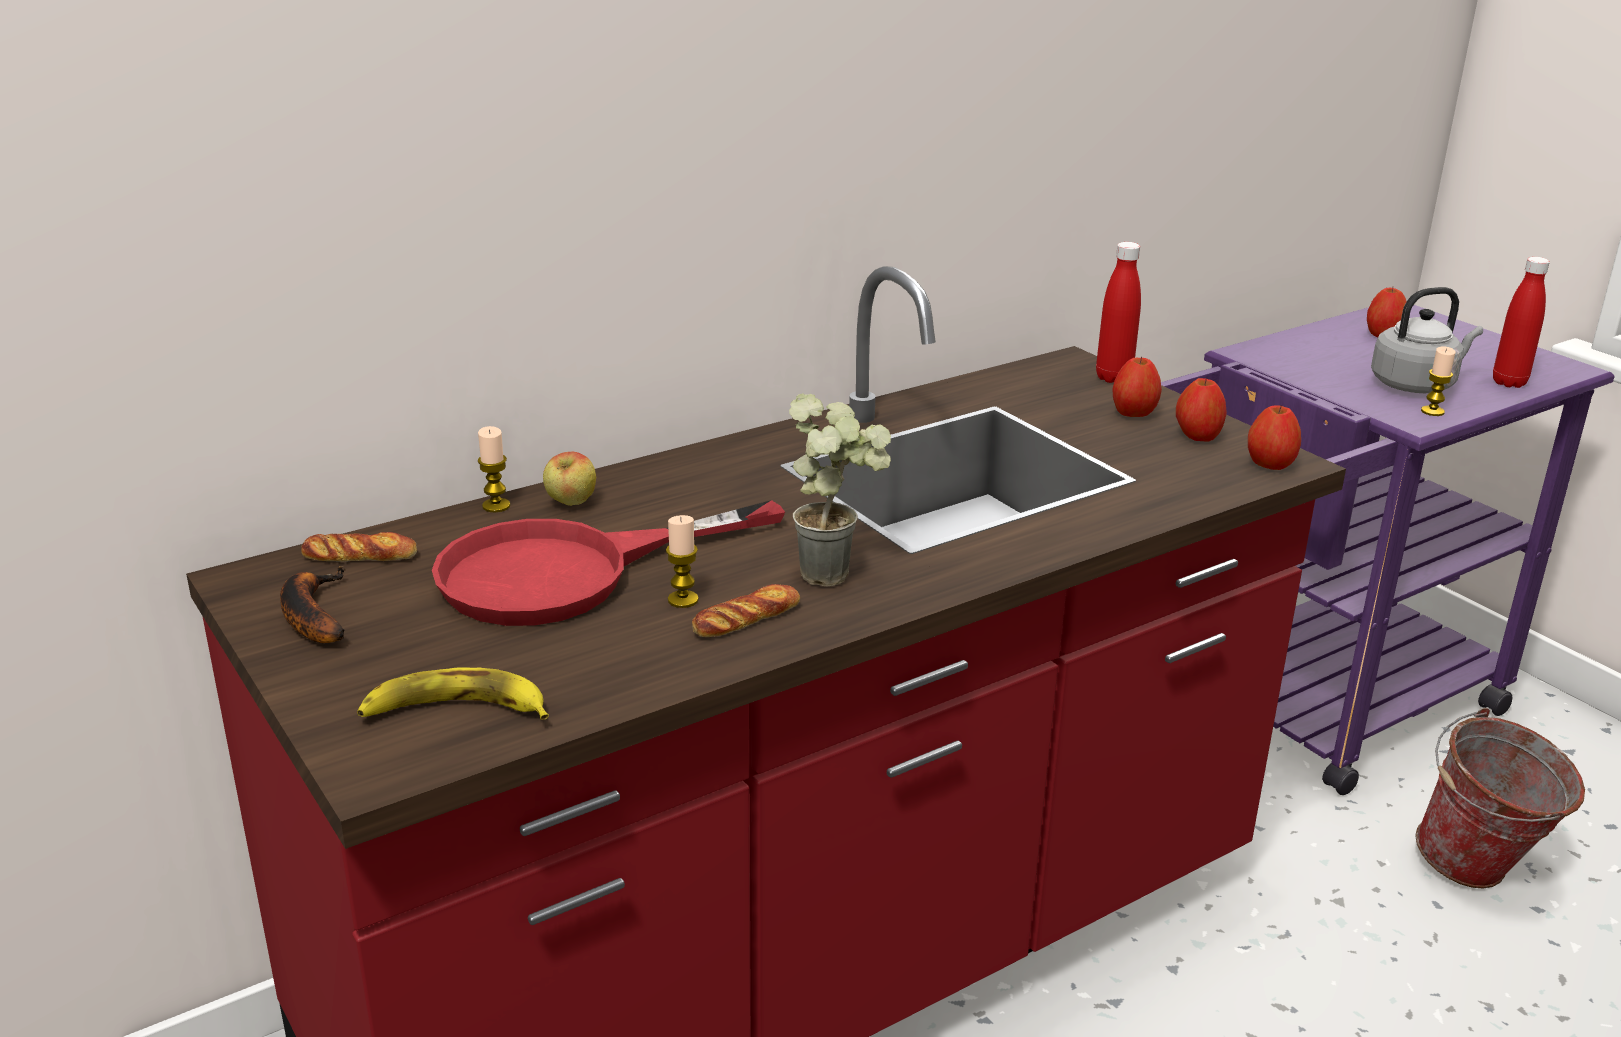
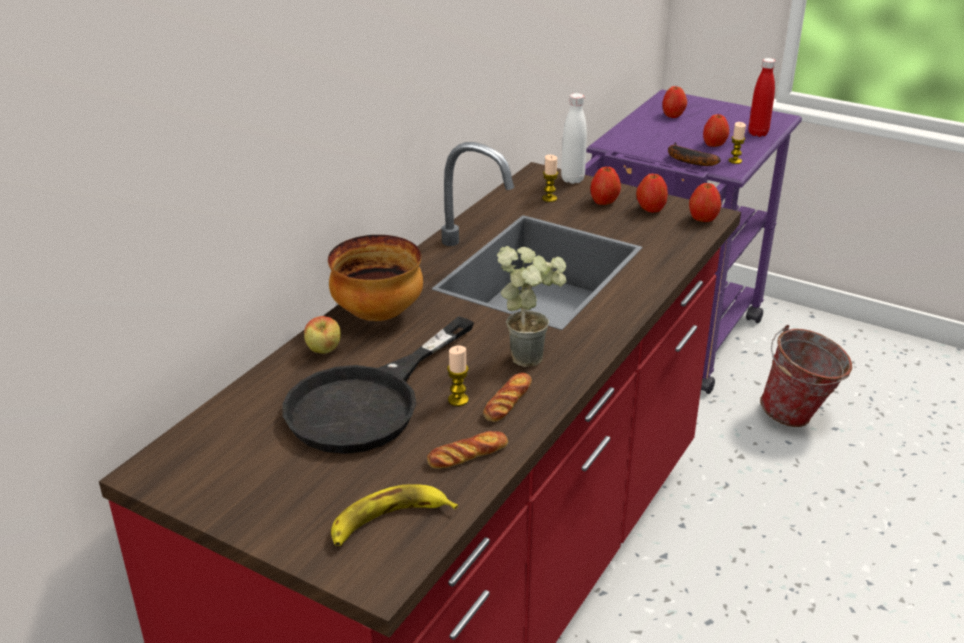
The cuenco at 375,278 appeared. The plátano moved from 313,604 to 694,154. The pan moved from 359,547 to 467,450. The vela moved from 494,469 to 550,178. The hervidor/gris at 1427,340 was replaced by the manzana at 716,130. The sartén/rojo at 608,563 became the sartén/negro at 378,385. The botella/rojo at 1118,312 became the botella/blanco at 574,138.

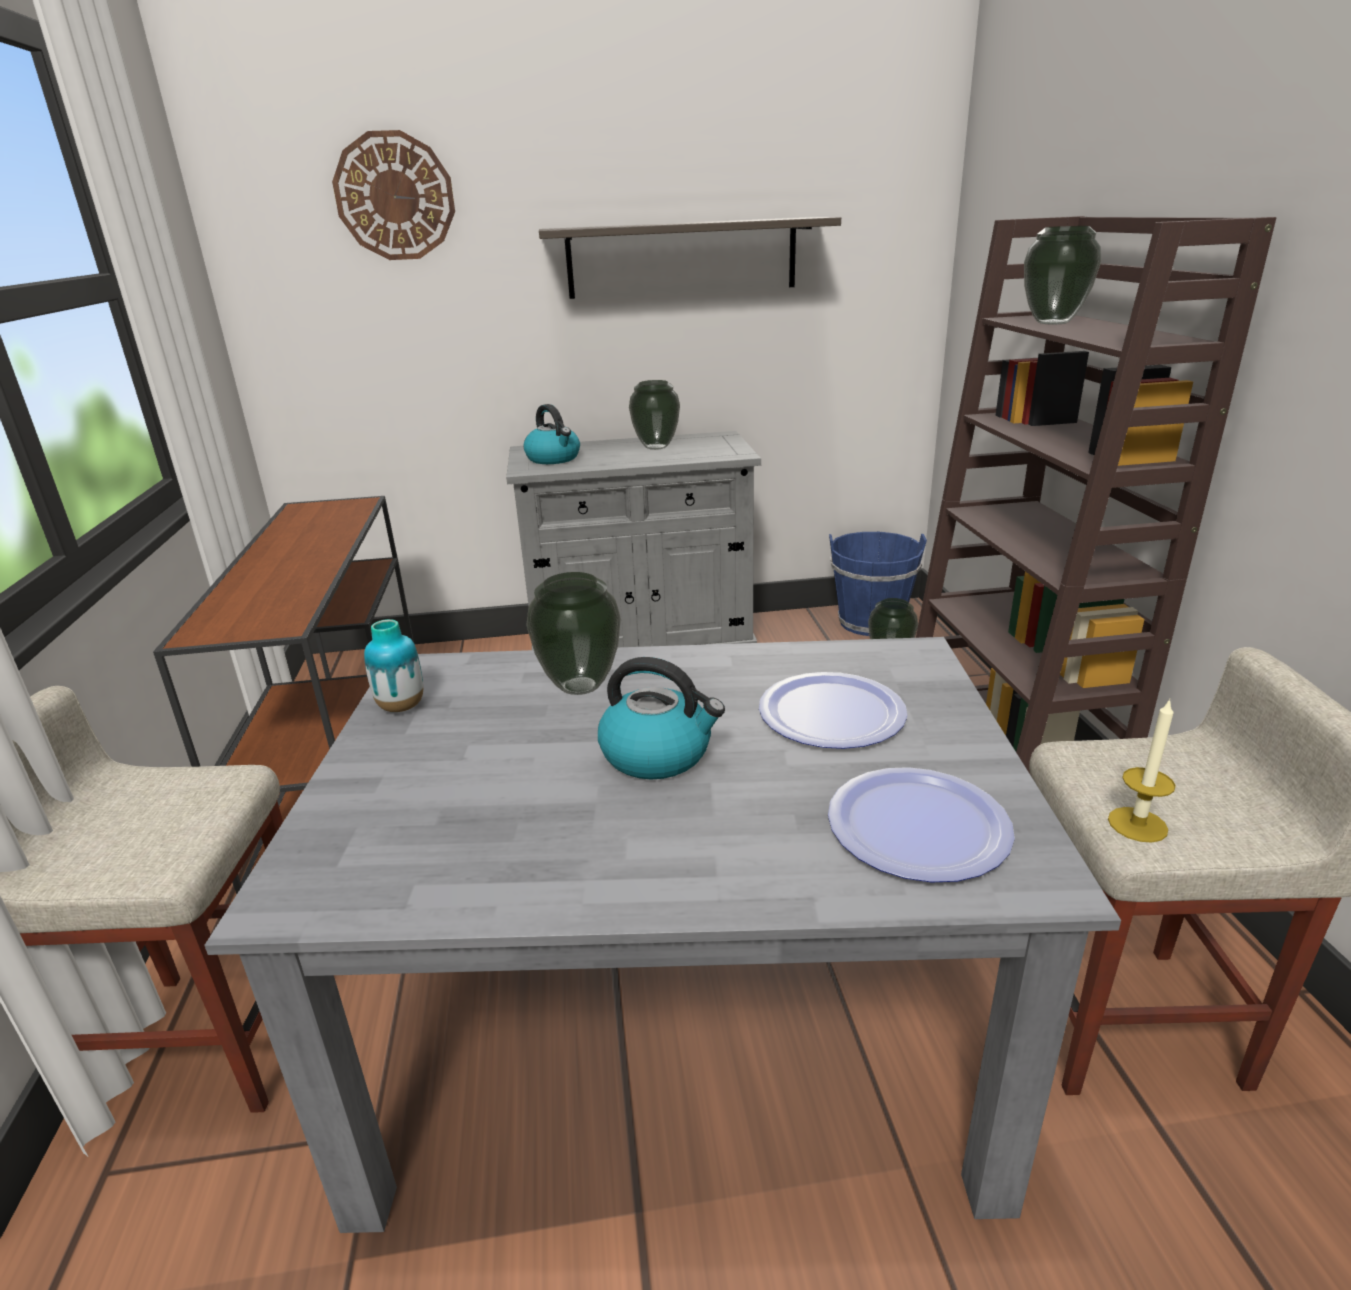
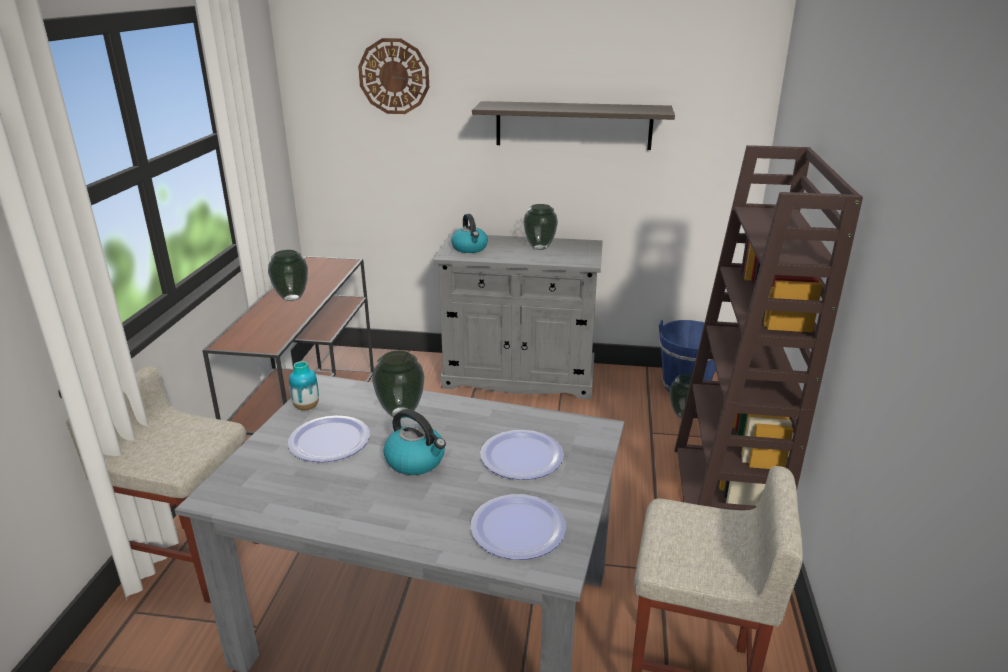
The vela at 1142,770 disappeared. The plato at 329,439 appeared. The florero moved from 1062,275 to 288,275.

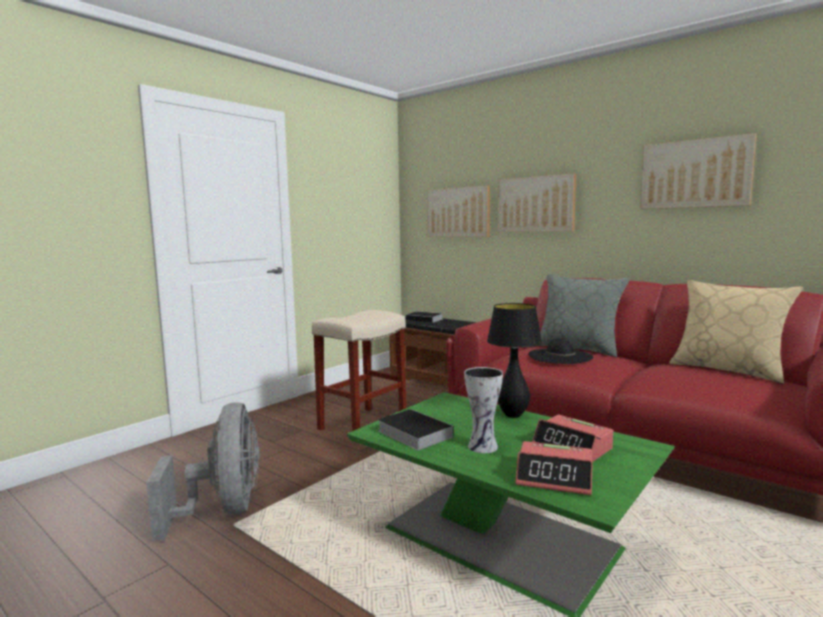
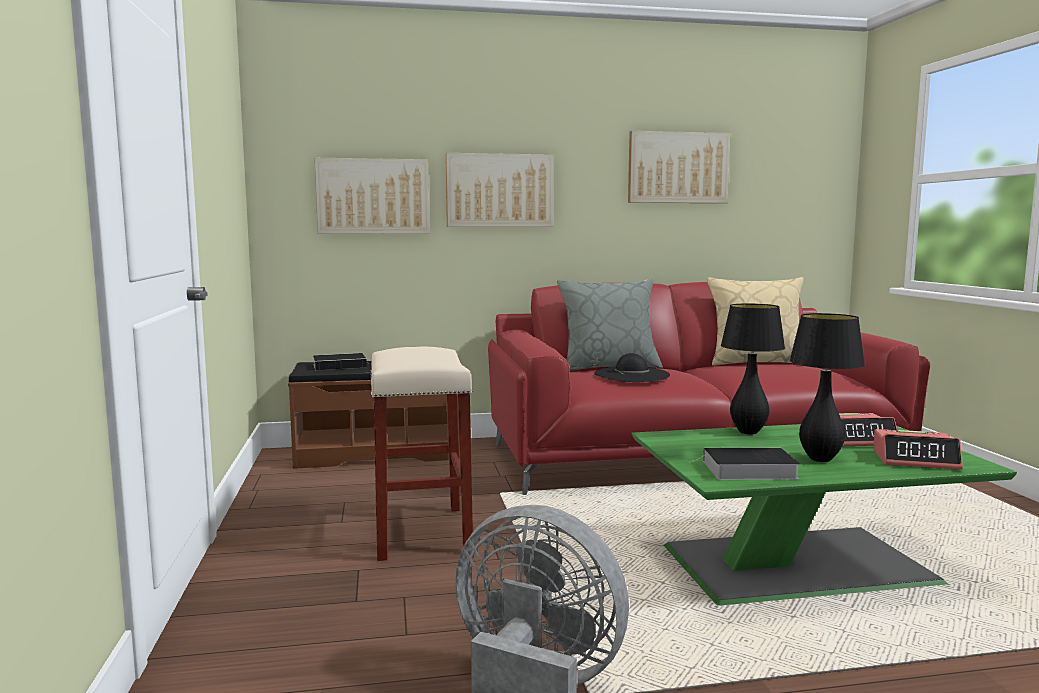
The florero at 483,410 was replaced by the lámpara de mesa/negro at 827,387. The despertador at 554,468 turned 45 degrees clockwise.

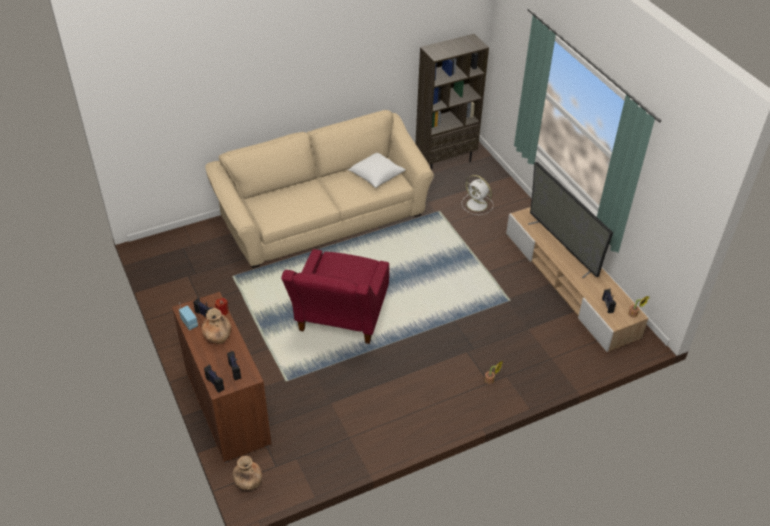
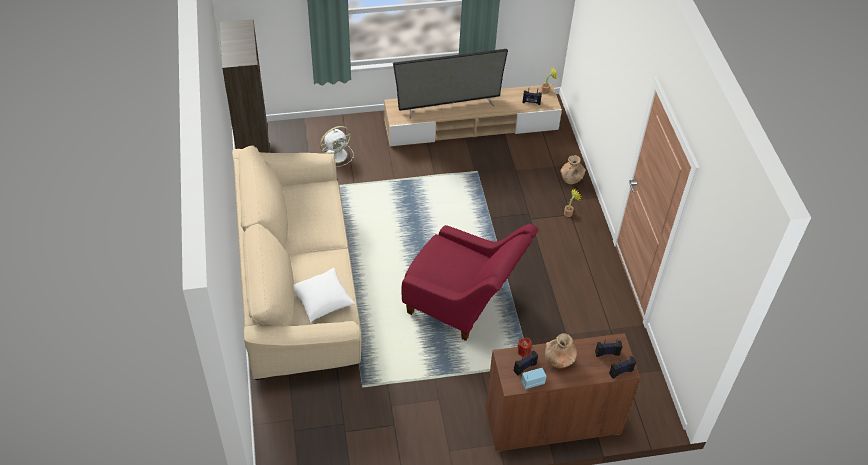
The florero/marrón moved from 247,473 to 573,169. The cojín/blanco moved from 376,170 to 324,295.

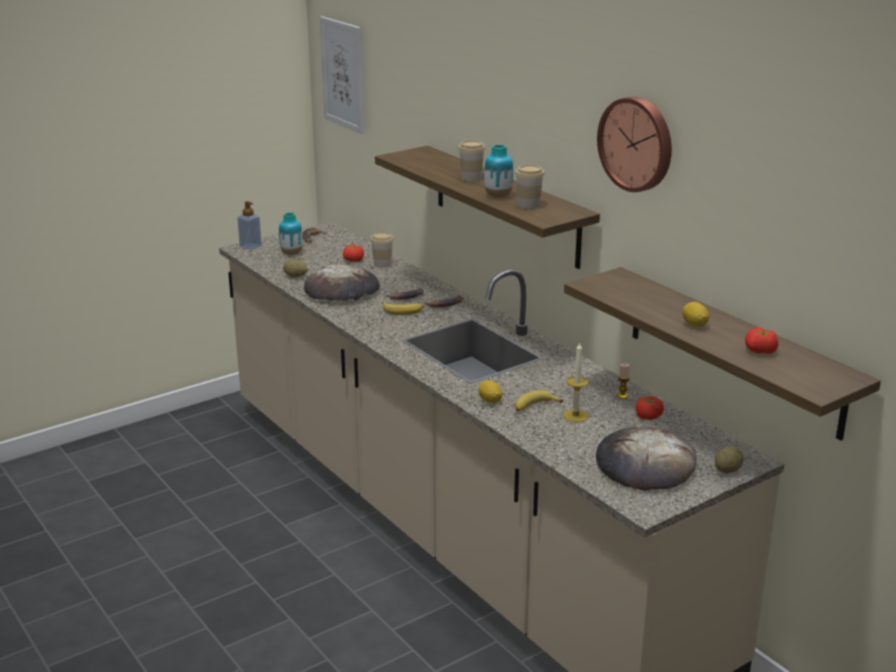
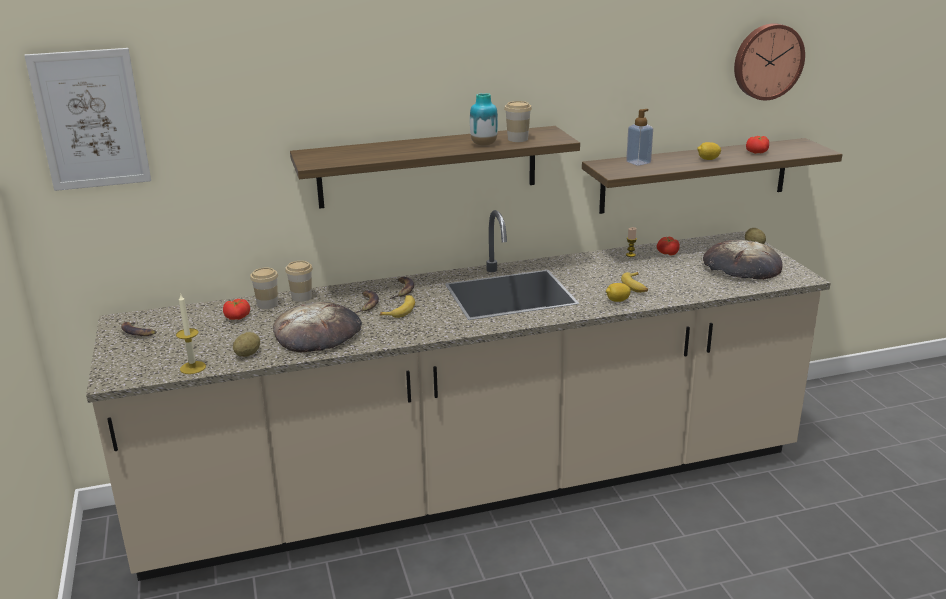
The florero at 291,233 disappeared. The dispensador de jabón moved from 249,225 to 639,137. The taza moved from 471,161 to 299,281. The vela moved from 575,382 to 191,333. The reloj de pared moved from 634,144 to 769,61.

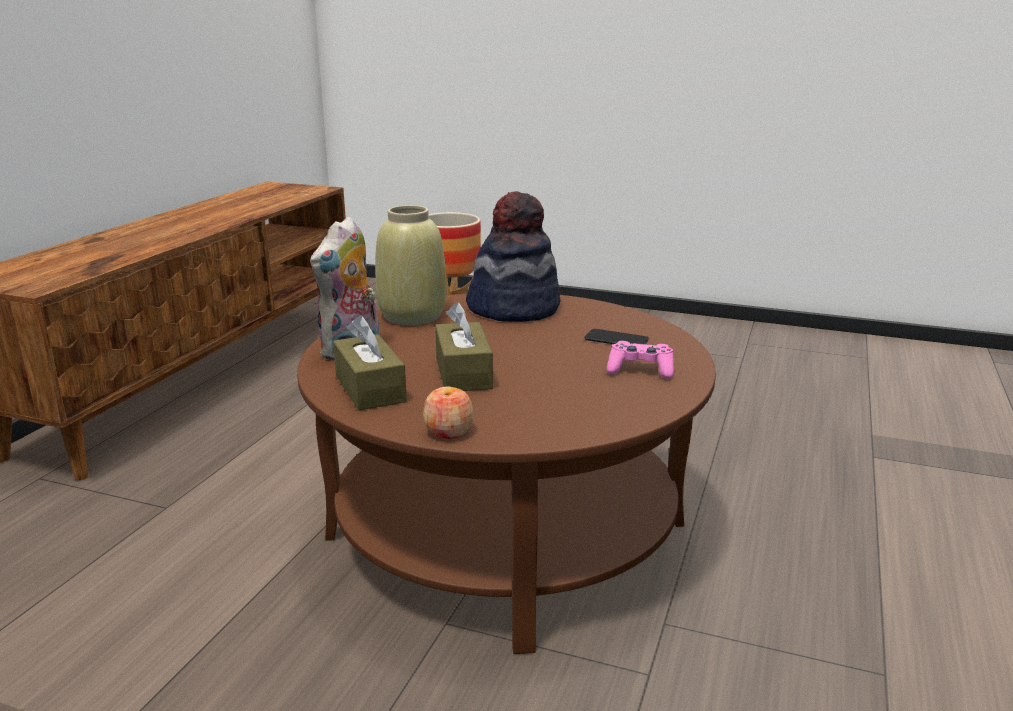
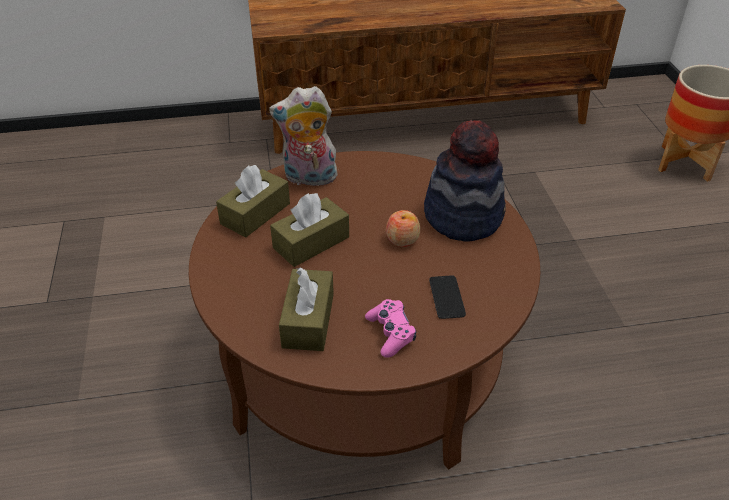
The florero/beis at 410,265 disappeared. The caja de pañuelos/marrón at 306,309 appeared. The manzana moved from 448,412 to 403,228.

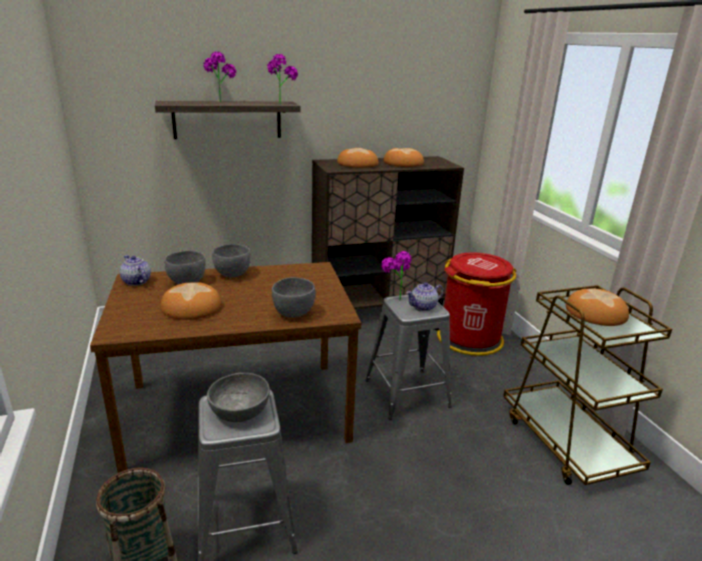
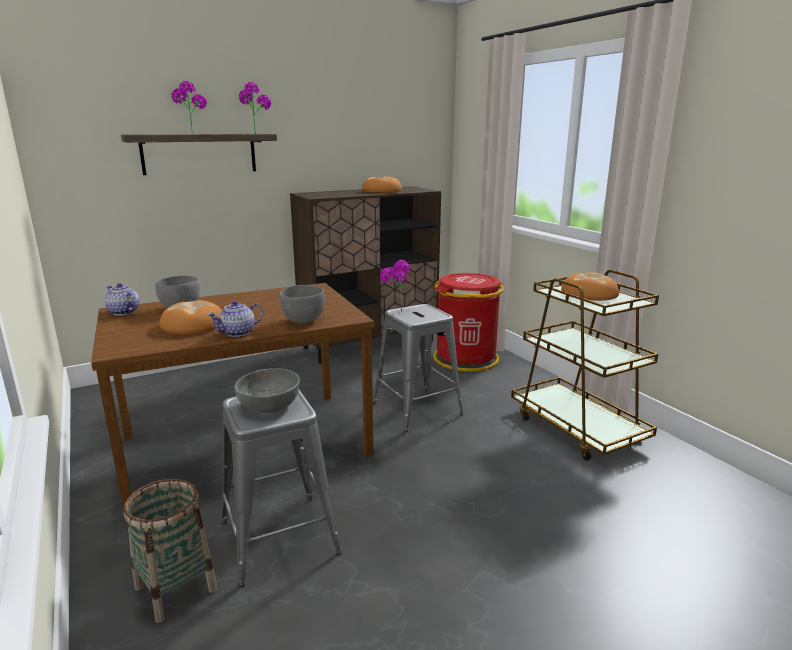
The cuenco/gris at 231,260 disappeared. The pan at 357,158 disappeared. The tetera moved from 424,296 to 235,319.

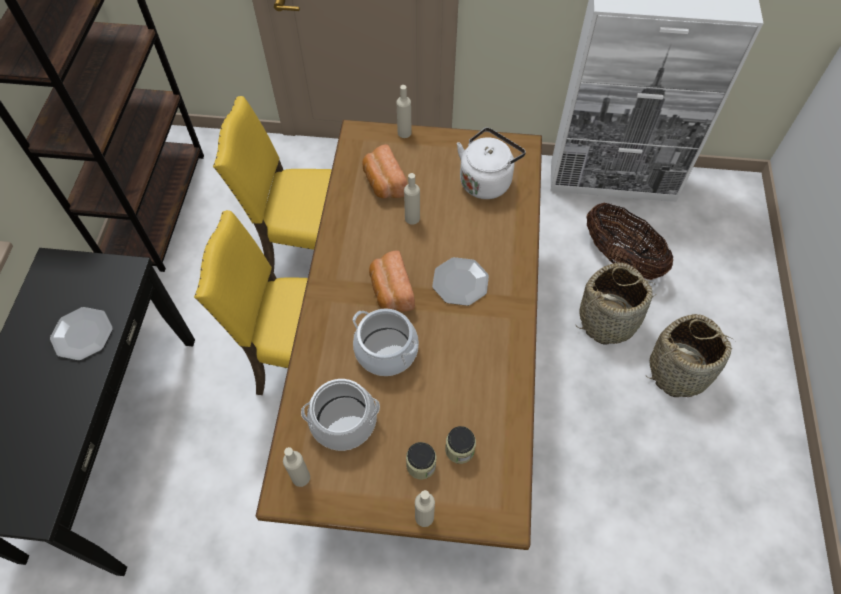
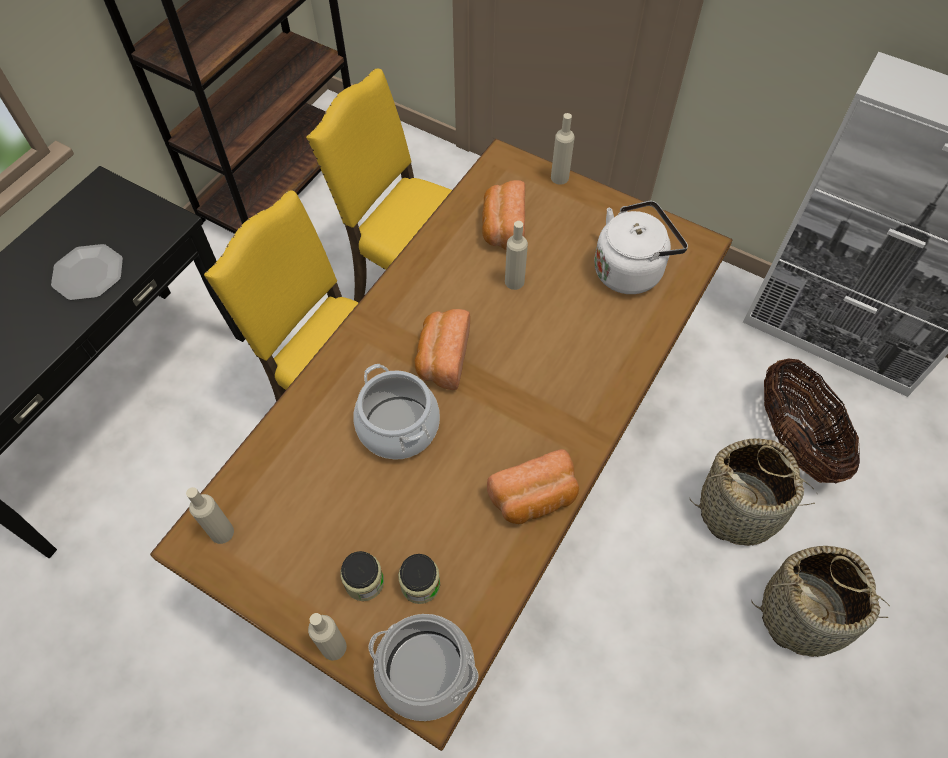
The plato at 460,281 disappeared. The pan at 533,486 appeared. The olla moved from 340,415 to 423,667.

